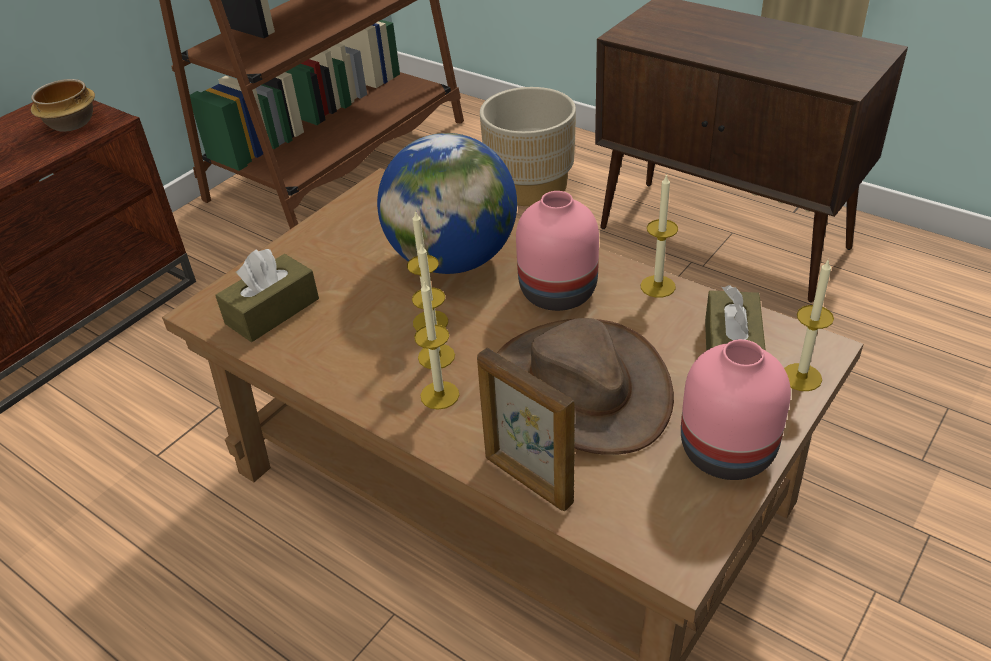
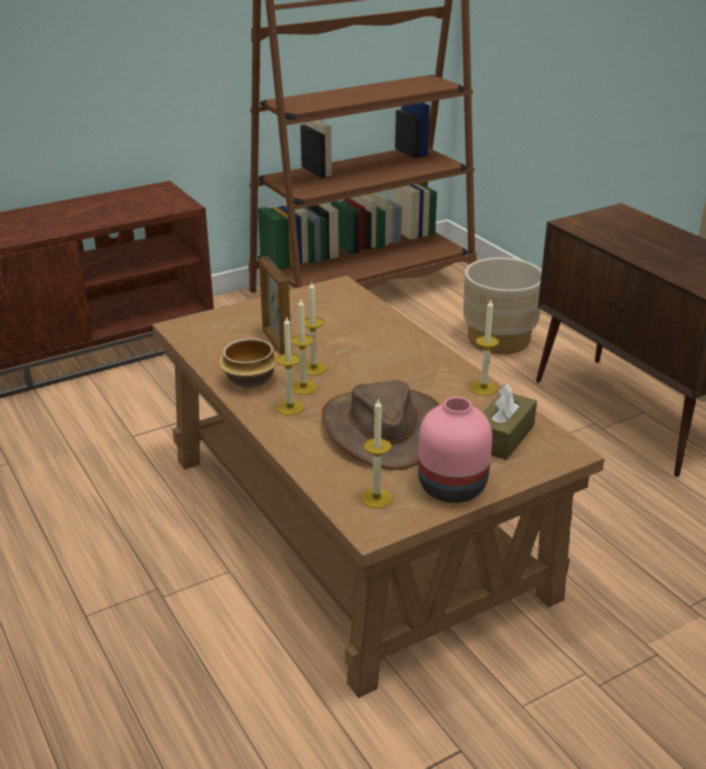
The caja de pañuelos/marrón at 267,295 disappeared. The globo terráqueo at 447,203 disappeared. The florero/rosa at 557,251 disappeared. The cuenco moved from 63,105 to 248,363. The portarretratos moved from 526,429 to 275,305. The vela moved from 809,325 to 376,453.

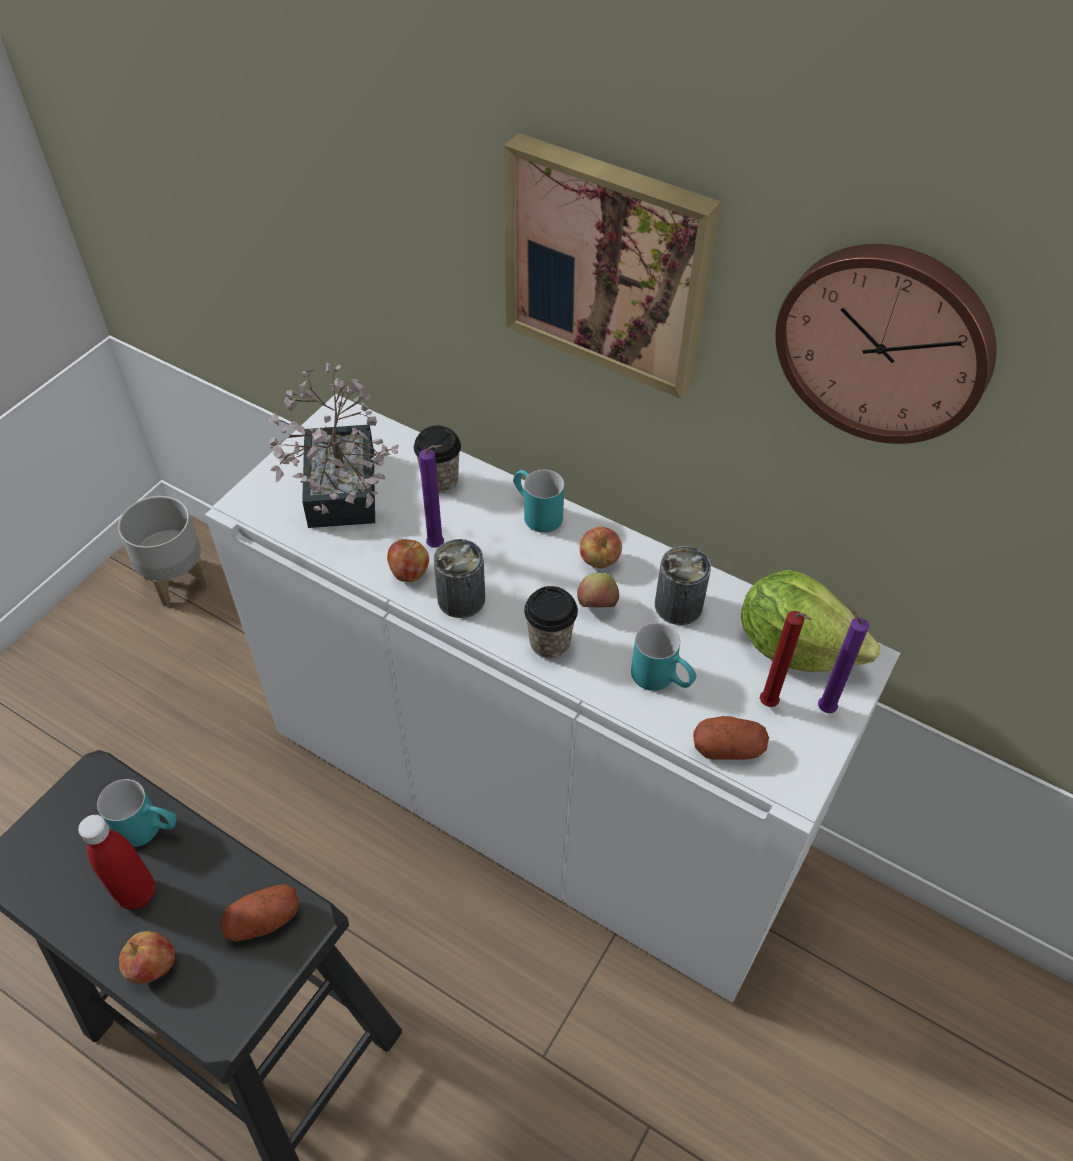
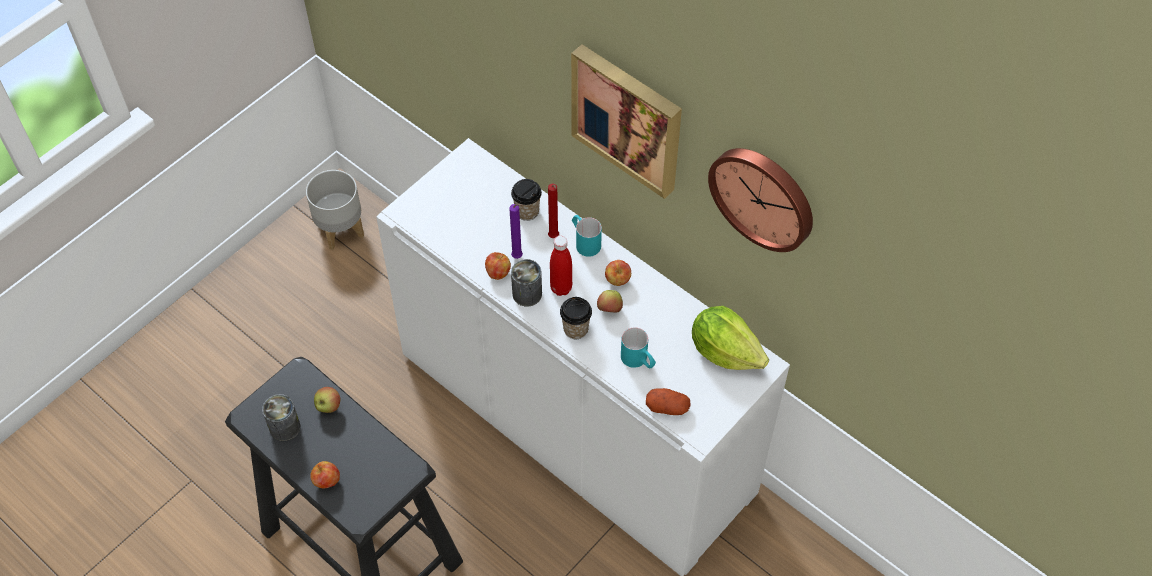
The patata at 259,913 disappeared. The planta en maceta at 333,445 disappeared. The vela/morado at 843,658 disappeared. The botella/rojo moved from 116,862 to 561,266. The lata moved from 683,585 to 281,417. The vela/rojo moved from 785,659 to 553,211. The taza grande/turquesa at 136,813 was replaced by the manzana at 327,400.

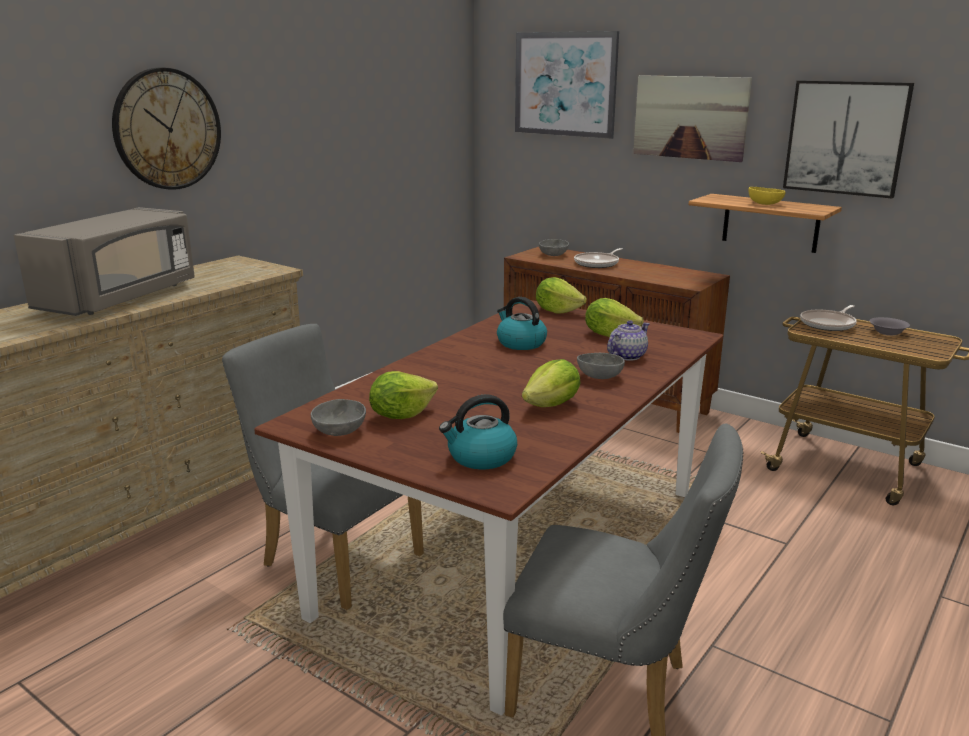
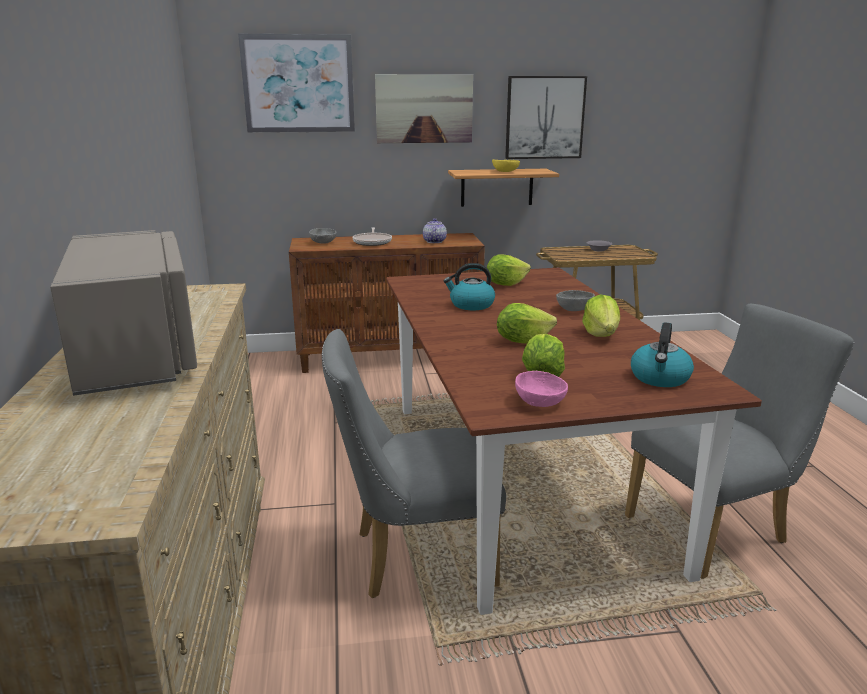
The reloj de pared at 166,128 disappeared. The sartén at 828,318 disappeared. The lechuga moved from 561,295 to 527,323. The tetera moved from 628,340 to 435,230. The cuenco/gris at 338,417 became the cuenco/rosa at 541,389.

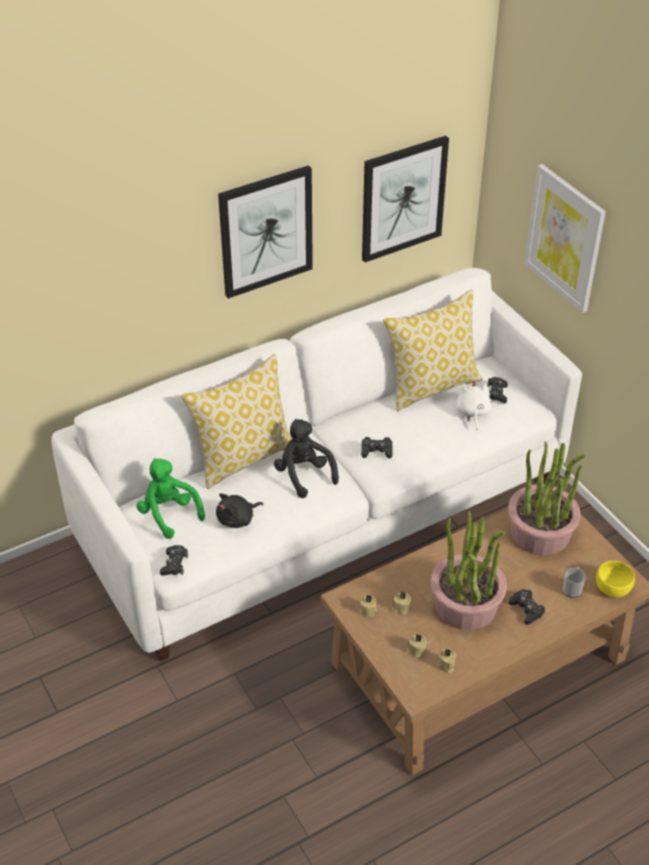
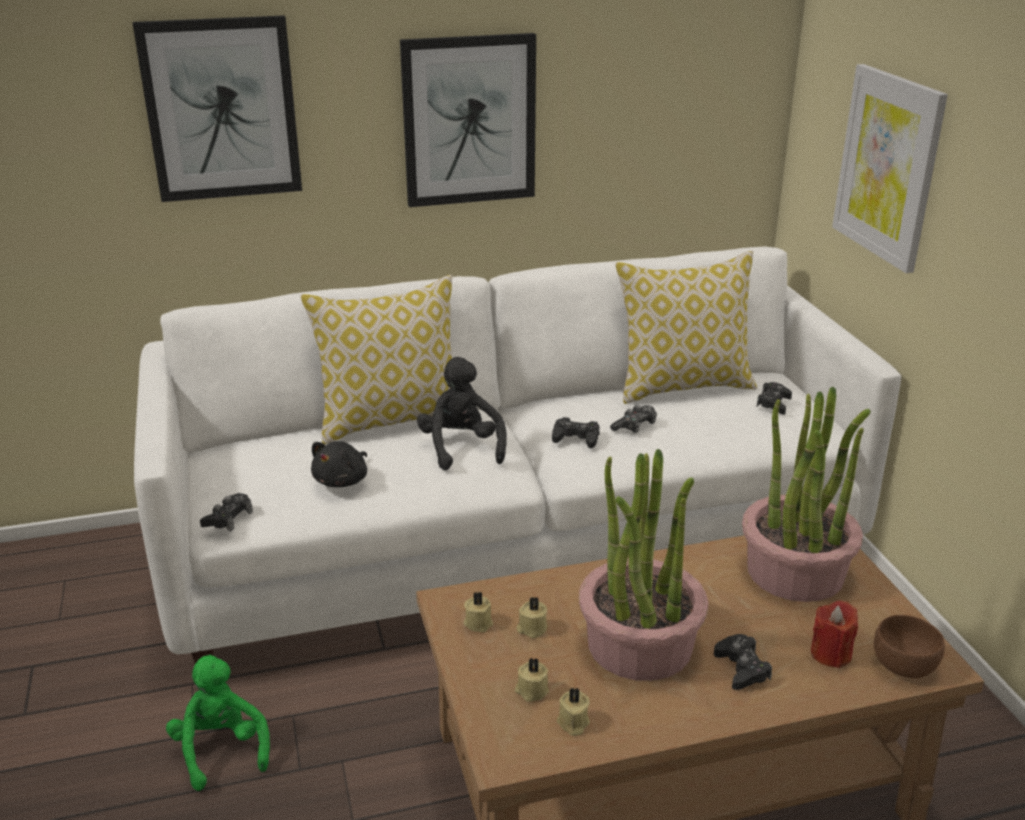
The peluche/blanco at 473,405 disappeared. The mando de consola at 633,419 appeared. The peluche/verde moved from 170,498 to 218,722. The cuadro moved from 405,199 to 217,108. The taza grande at 574,582 was replaced by the vela/rojo at 834,634. The cuenco/amarillo at 615,579 became the cuenco/marrón at 909,646. The peluche/negro at 240,510 turned 45 degrees counterclockwise.

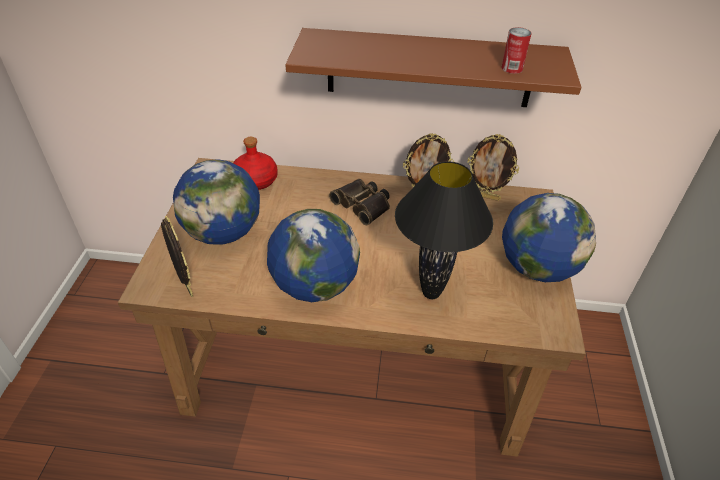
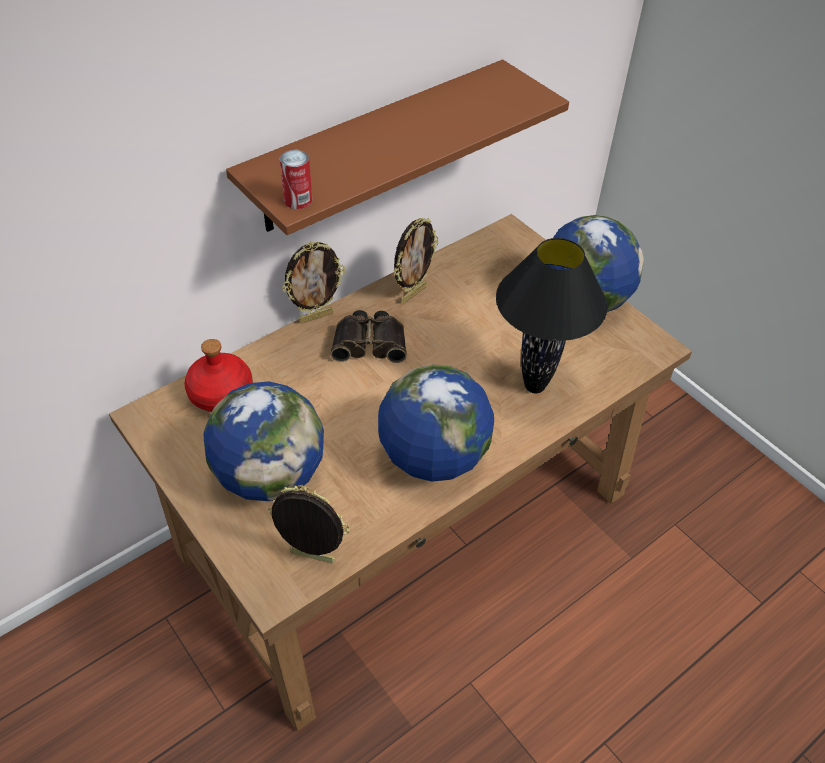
The portarretratos moved from 493,167 to 313,283. The lata moved from 516,50 to 296,179.

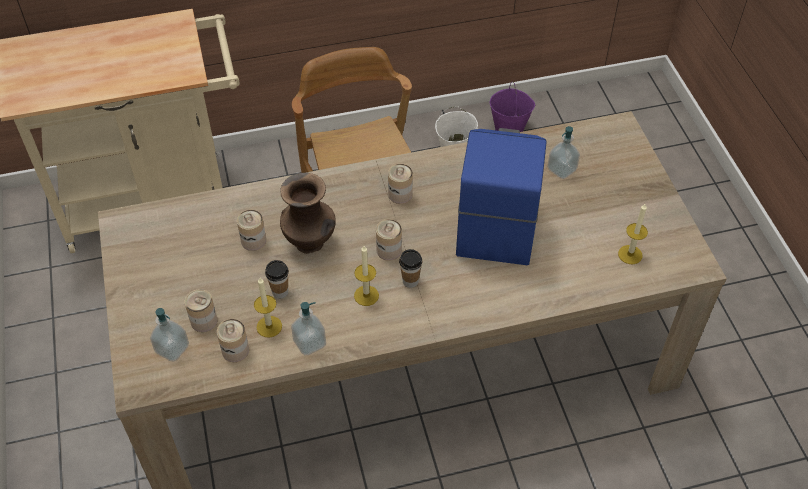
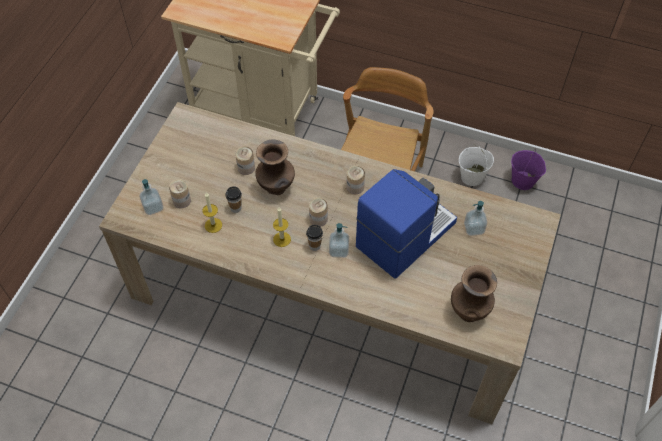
The lata at 233,340 disappeared. The dispensador de jabón moved from 308,328 to 339,240. The vela at 633,234 was replaced by the florero/marrón at 474,293.

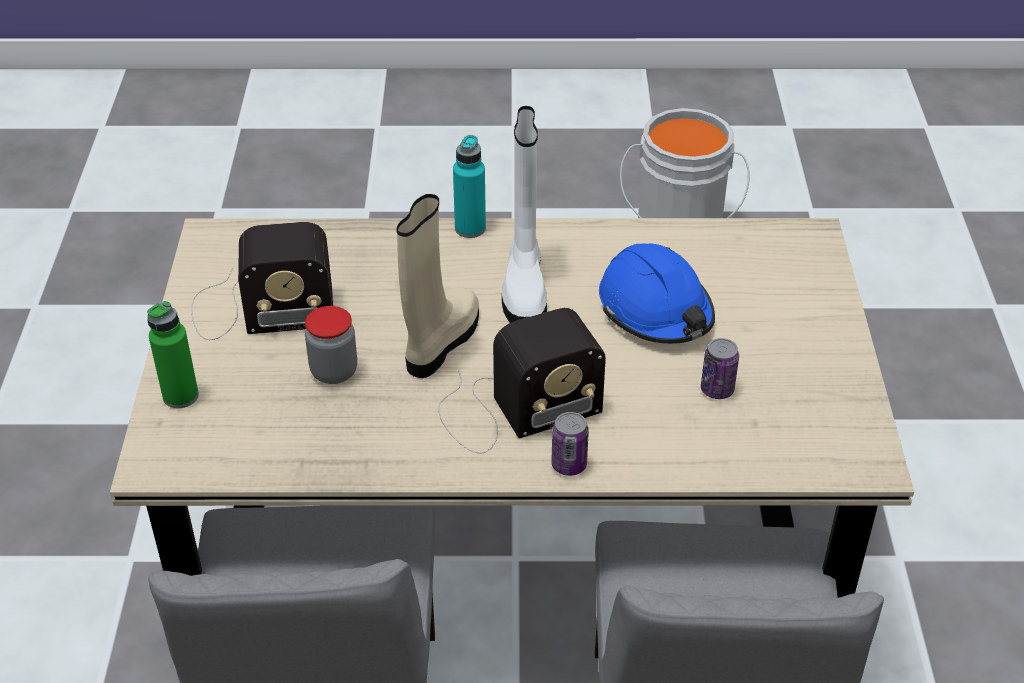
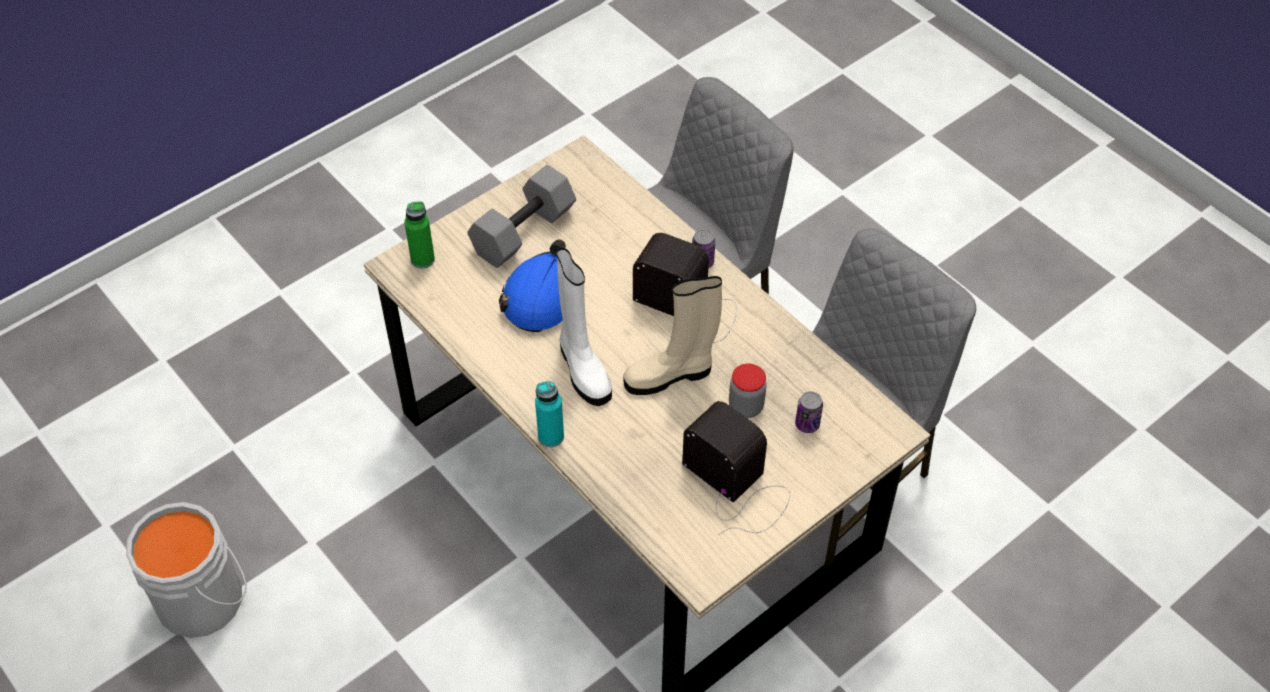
The mancuerna/gris at 521,216 appeared. The botella/verde moved from 173,354 to 419,235. The lata moved from 720,368 to 809,412. The bota/blanco at 524,214 turned 105 degrees clockwise.

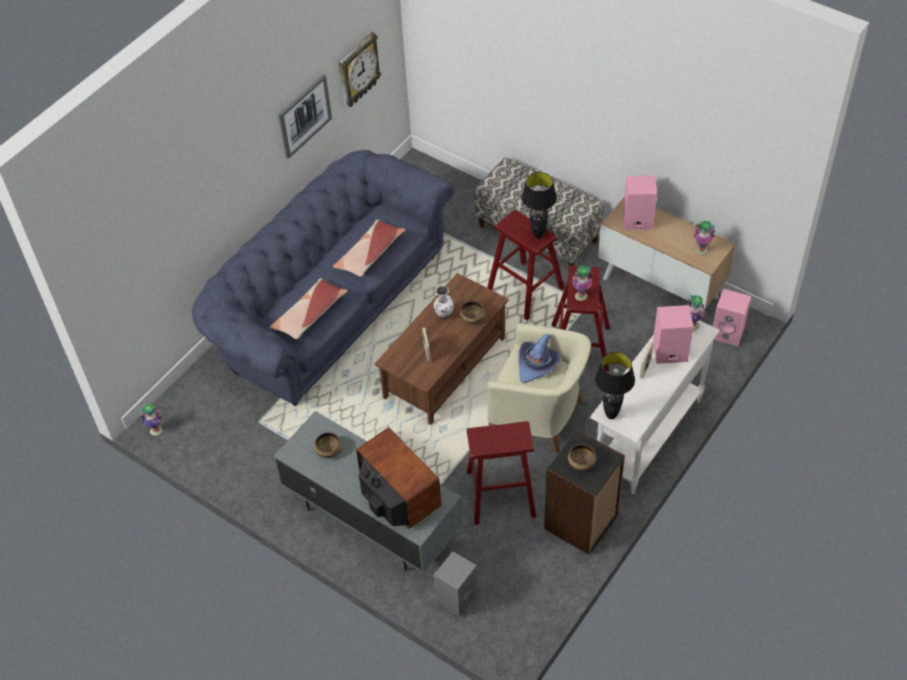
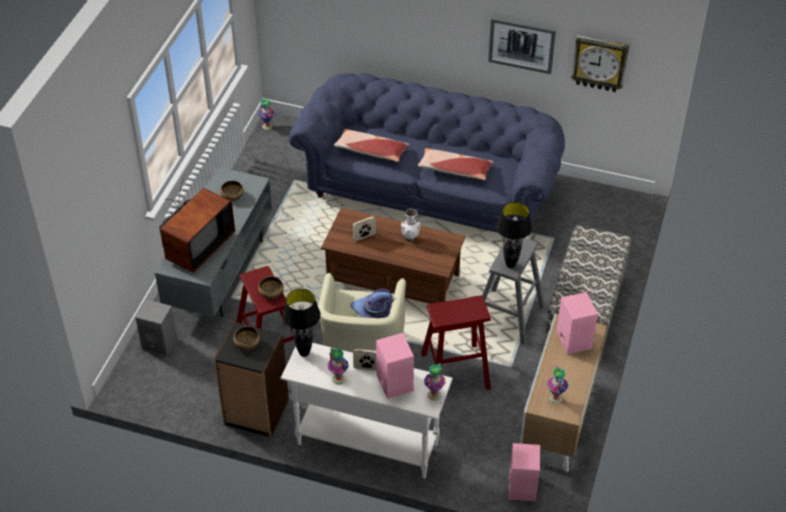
The cuenco moved from 472,312 to 271,287. The florero moved from 582,283 to 338,366. The taburete/rojo at 526,265 became the taburete/gris at 513,291.

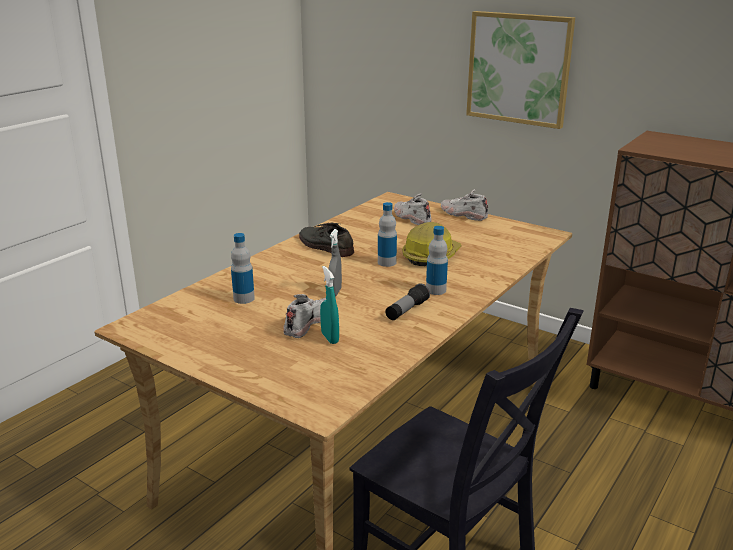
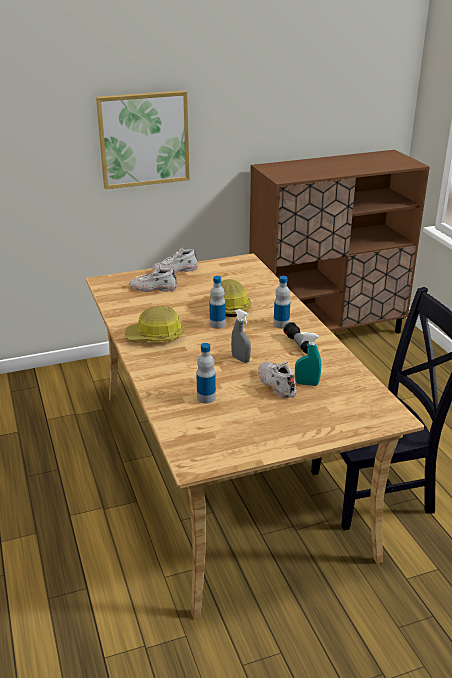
The zapato/gris at 326,239 was replaced by the casco at 154,323.

